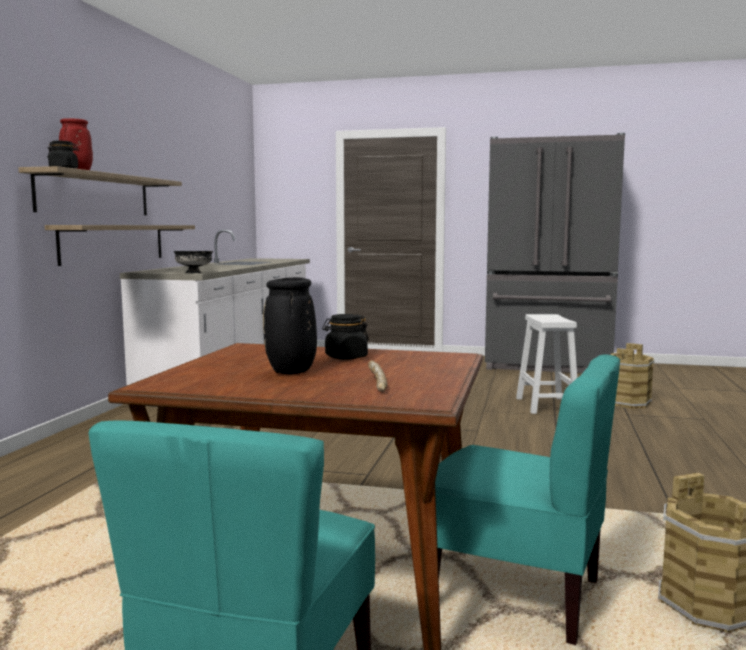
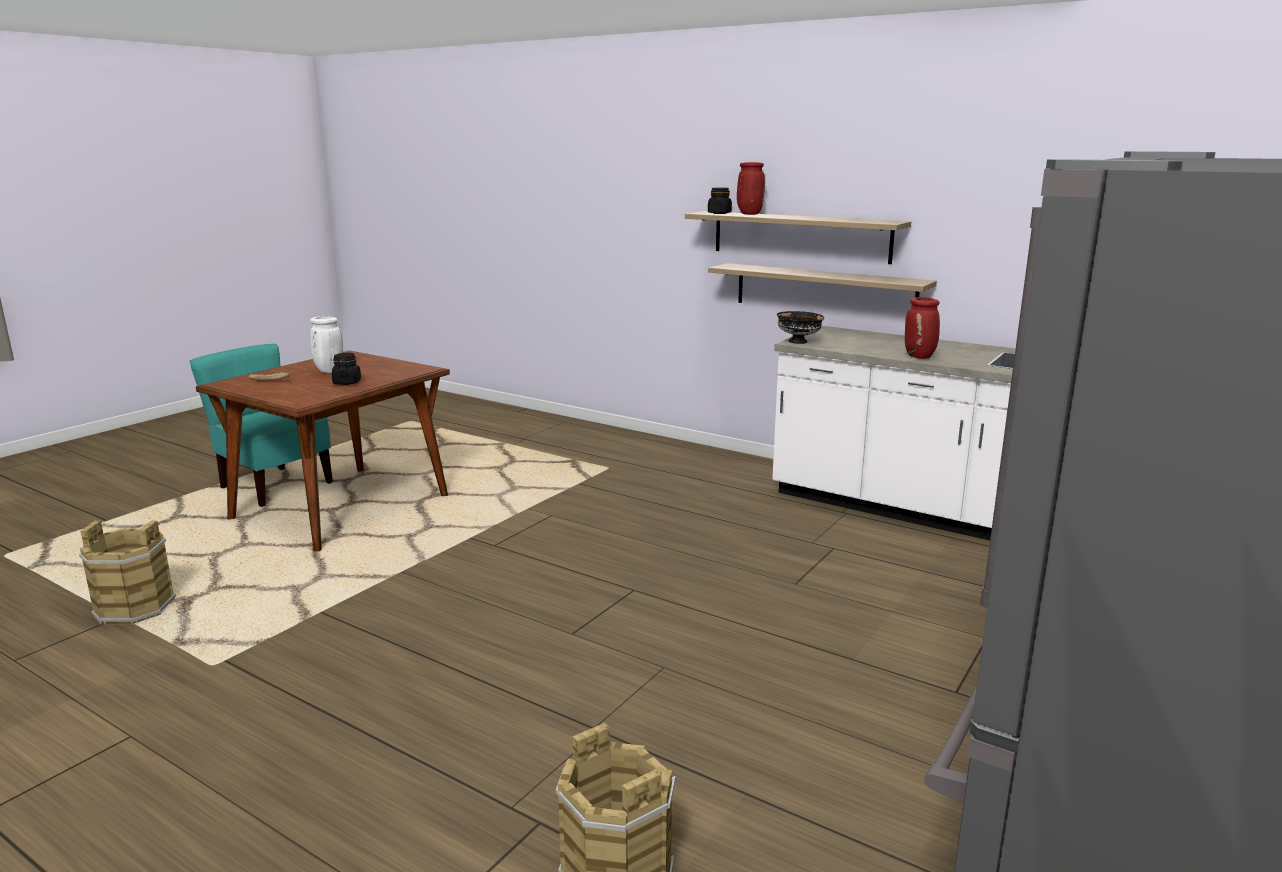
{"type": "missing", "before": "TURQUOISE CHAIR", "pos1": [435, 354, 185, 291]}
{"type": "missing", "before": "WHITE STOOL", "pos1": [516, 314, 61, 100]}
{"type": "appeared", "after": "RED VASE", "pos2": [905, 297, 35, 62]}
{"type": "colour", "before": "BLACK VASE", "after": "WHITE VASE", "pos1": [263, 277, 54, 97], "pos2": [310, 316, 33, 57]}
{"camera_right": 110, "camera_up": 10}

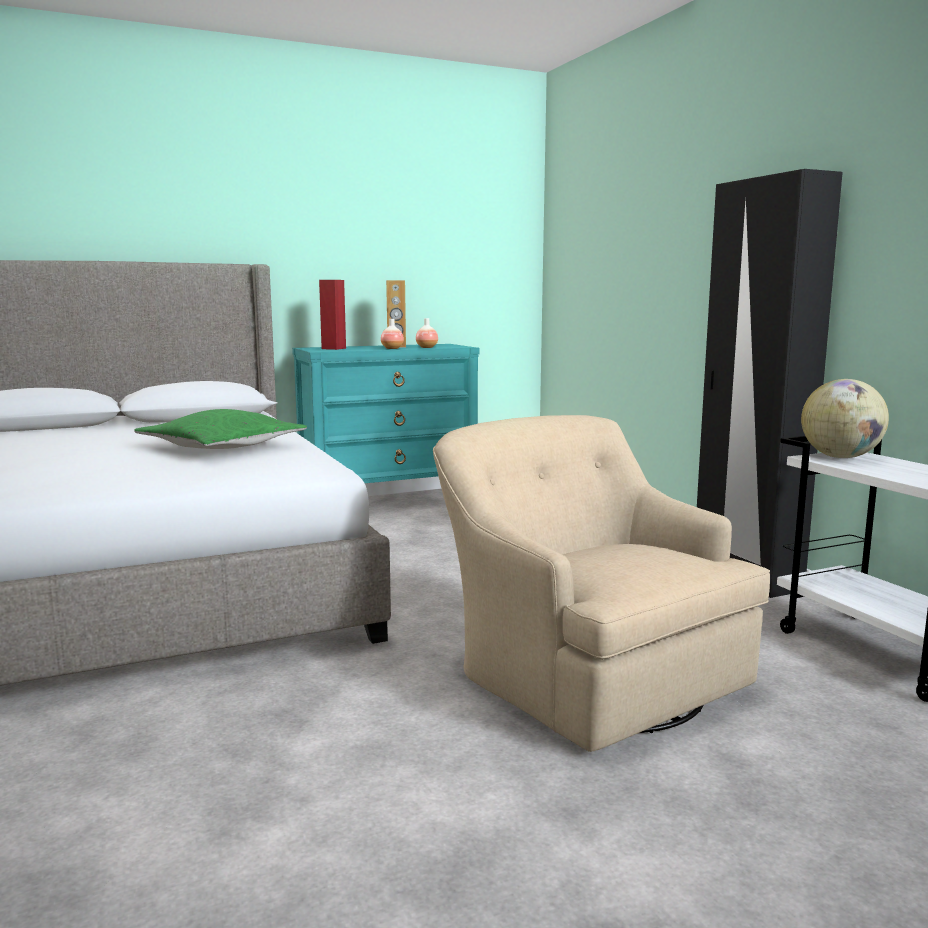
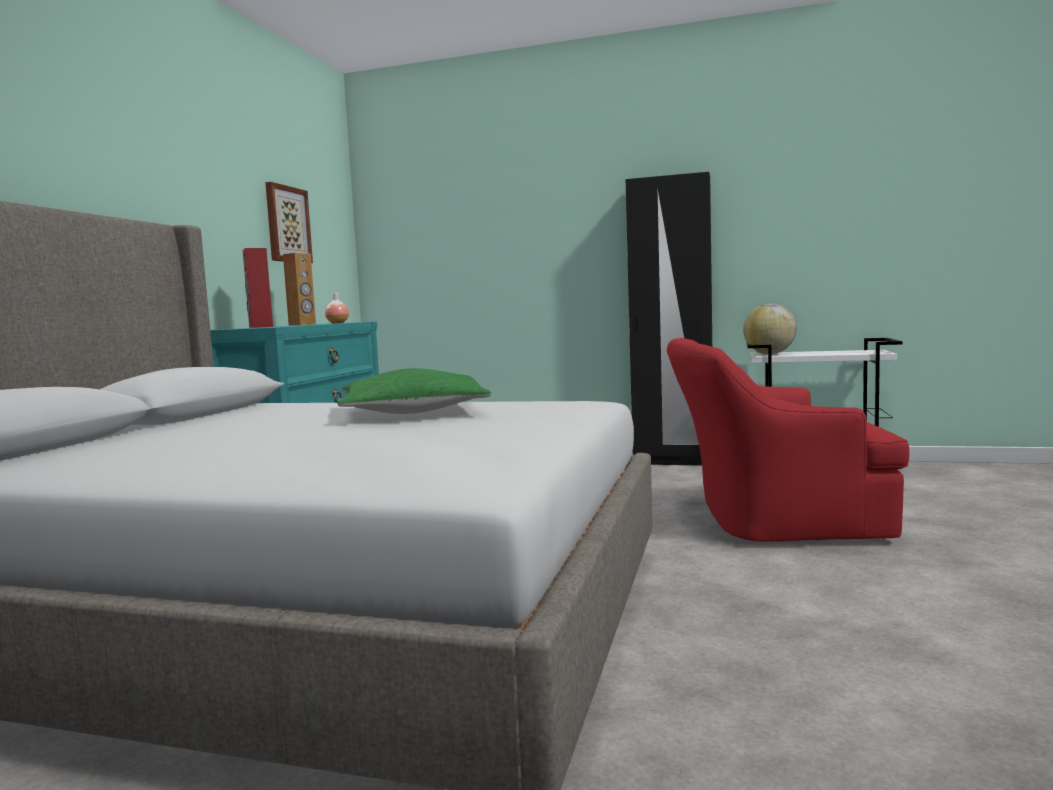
{"type": "missing", "before": "VASE", "pos1": [381, 319, 23, 30]}
{"type": "appeared", "after": "PICTURE", "pos2": [265, 182, 48, 81]}
{"type": "colour", "before": "BEIGE ARMCHAIR", "after": "RED ARMCHAIR", "pos1": [433, 415, 337, 337], "pos2": [666, 338, 243, 204]}
{"camera_right": -50, "camera_up": -5}

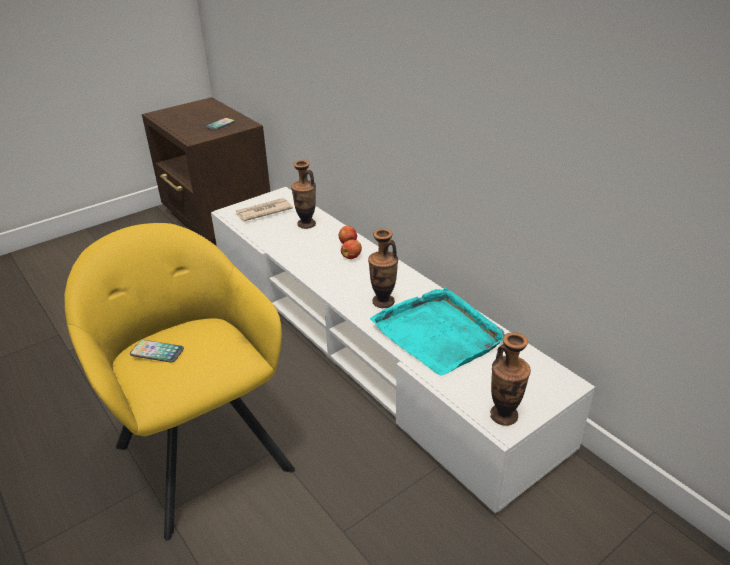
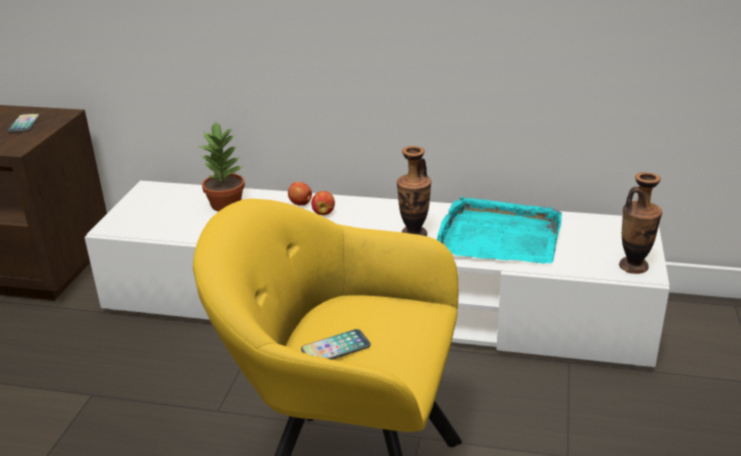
{"type": "missing", "before": "NEWSPAPER", "pos1": [236, 198, 57, 23]}
{"type": "exchanged", "before": "VASE", "after": "POTTED PLANT", "pos1": [291, 160, 25, 69], "pos2": [199, 122, 46, 89]}
{"camera_right": -40, "camera_up": -5}

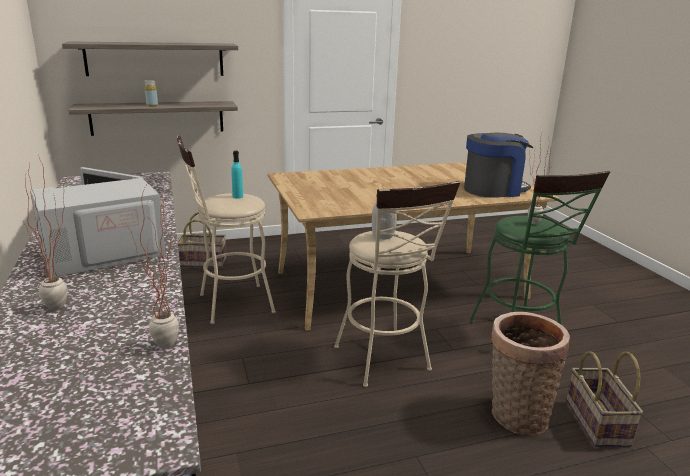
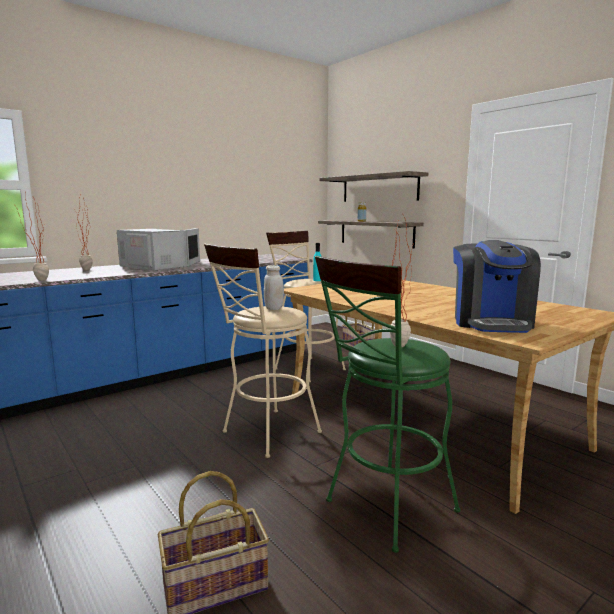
{"type": "missing", "before": "BASKET", "pos1": [491, 312, 79, 124]}
{"type": "spun", "before": "COFFEE MACHINE", "pos1": [464, 133, 69, 65], "pos2": [453, 240, 88, 93], "turn": 45}
{"camera_right": 70, "camera_up": -10}

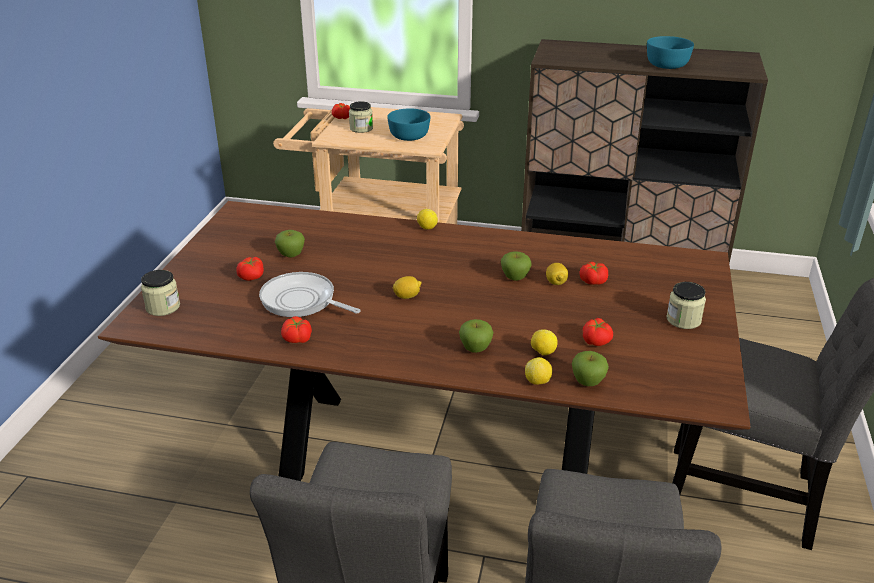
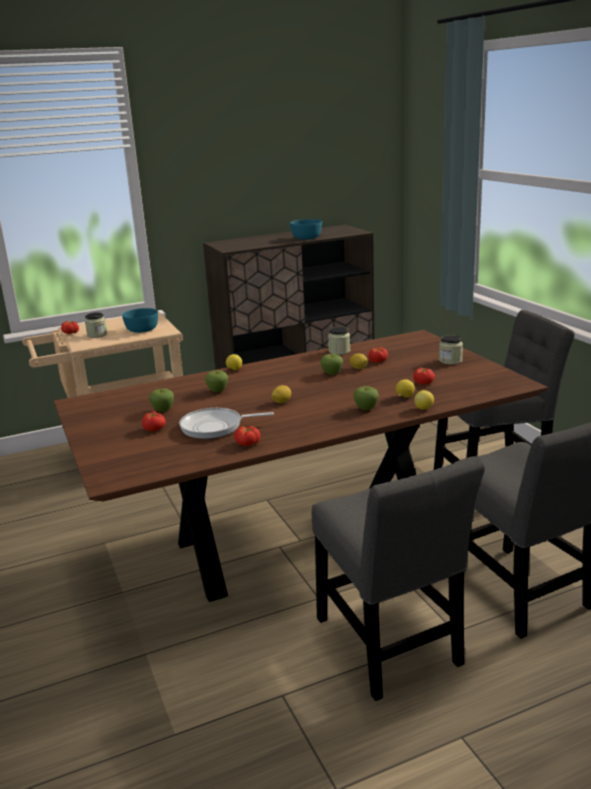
{"type": "relocated", "before": "JAR", "pos1": [141, 270, 39, 46], "pos2": [328, 327, 22, 28]}
{"type": "relocated", "before": "APPLE", "pos1": [572, 351, 37, 35], "pos2": [205, 370, 23, 22]}
{"camera_right": -35, "camera_up": -10}

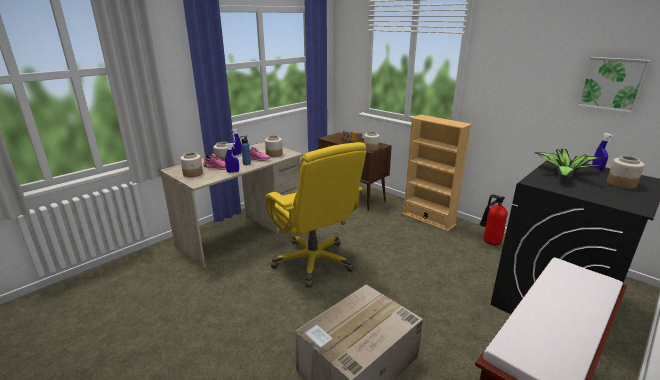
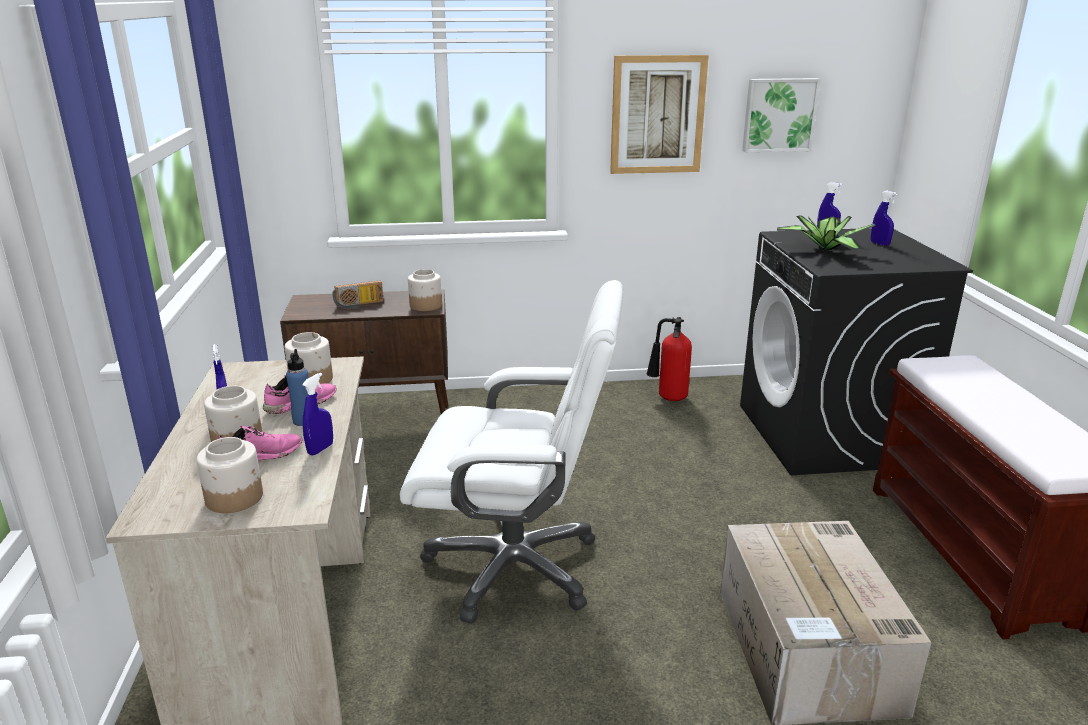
{"type": "missing", "before": "BEIGE BOOKCASE", "pos1": [402, 115, 70, 117]}
{"type": "appeared", "after": "PICTURE", "pos2": [610, 55, 99, 119]}
{"type": "exchanged", "before": "JAR", "after": "BLUE SPRAY BOTTLE", "pos1": [607, 156, 37, 33], "pos2": [871, 190, 26, 56]}
{"type": "colour", "before": "YELLOW OFFICE CHAIR", "after": "WHITE OFFICE CHAIR", "pos1": [265, 142, 101, 146], "pos2": [400, 280, 223, 344]}
{"camera_right": -50, "camera_up": 0}

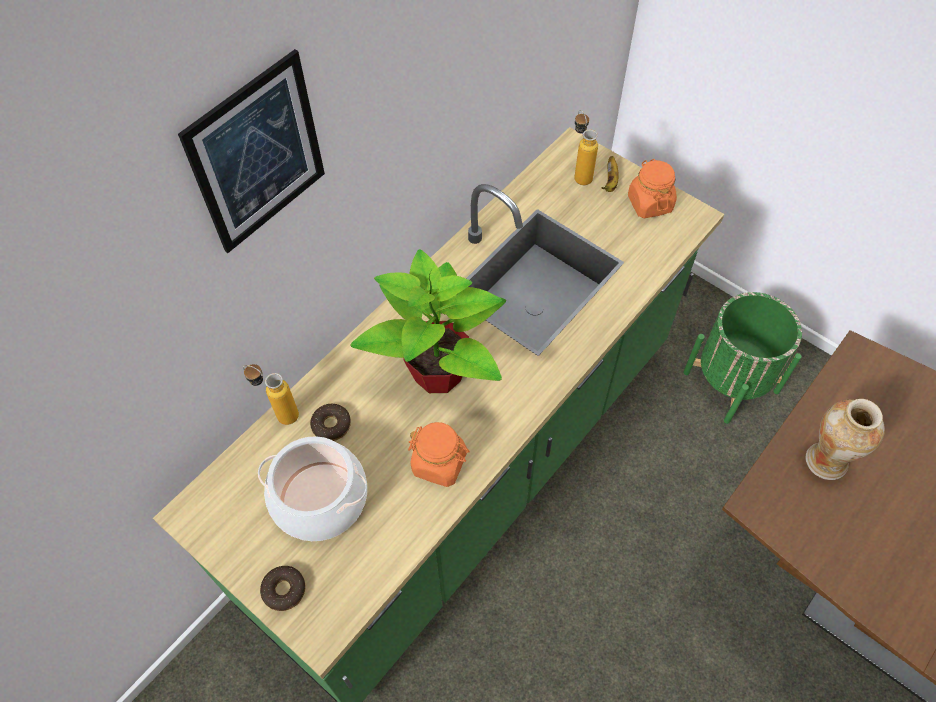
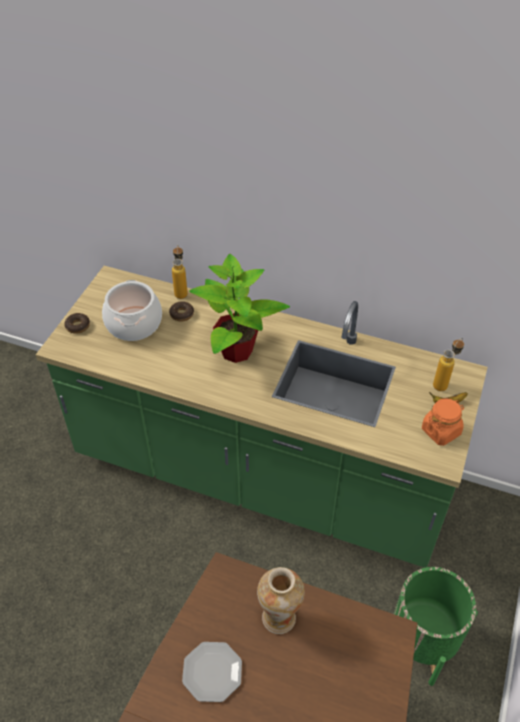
{"type": "missing", "before": "PICTURE", "pos1": [178, 49, 147, 204]}
{"type": "missing", "before": "ORANGE JAR", "pos1": [408, 422, 62, 65]}
{"type": "appeared", "after": "PLATE", "pos2": [182, 642, 60, 60]}
{"camera_right": 70, "camera_up": -10}

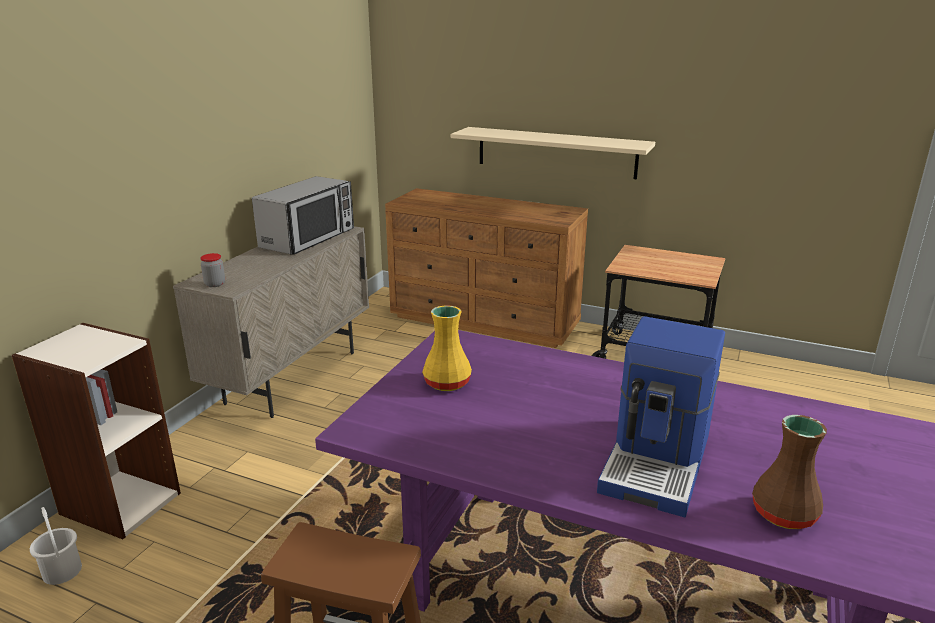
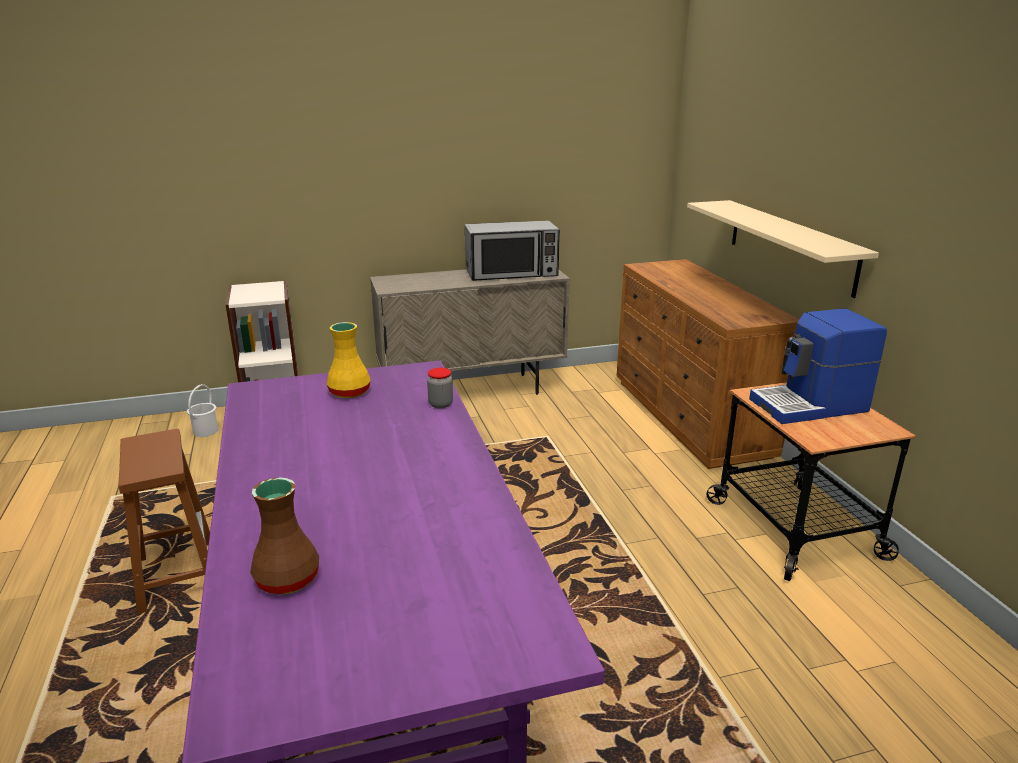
{"type": "relocated", "before": "JAR", "pos1": [200, 253, 25, 34], "pos2": [427, 368, 26, 41]}
{"type": "relocated", "before": "COFFEE MACHINE", "pos1": [597, 316, 128, 201], "pos2": [749, 309, 138, 115]}
{"camera_right": 50, "camera_up": 0}

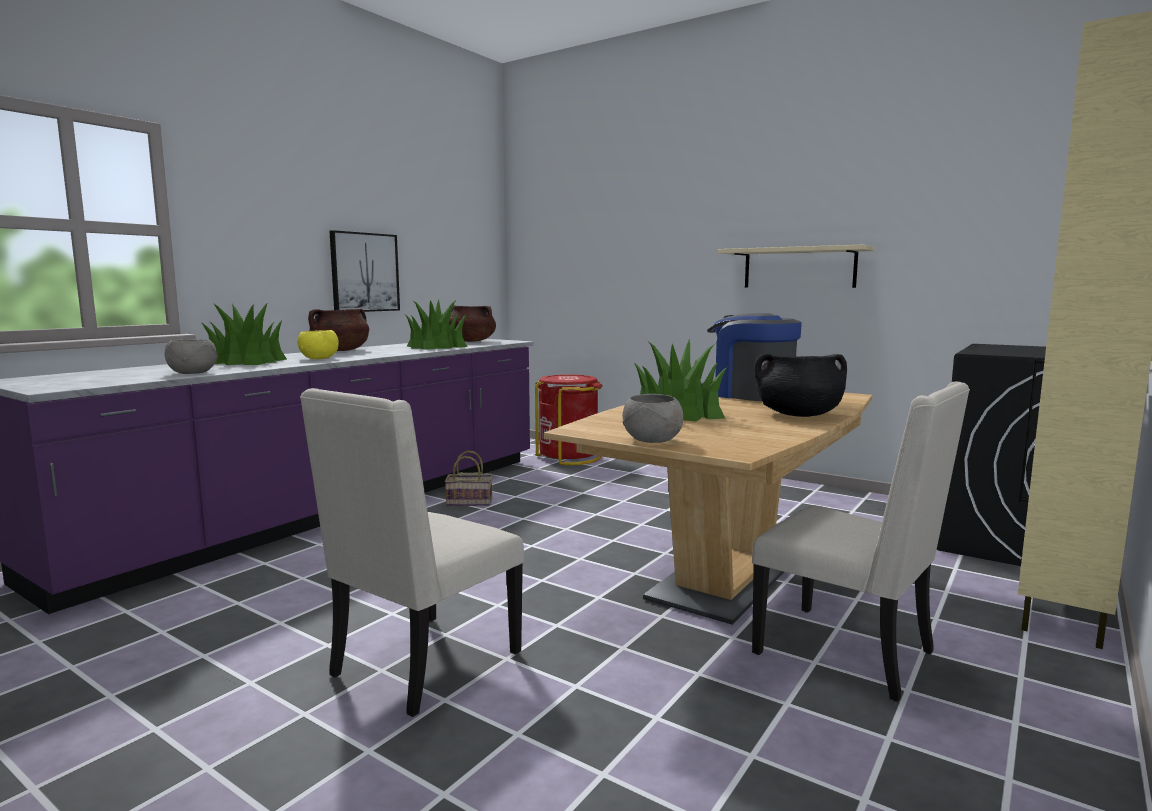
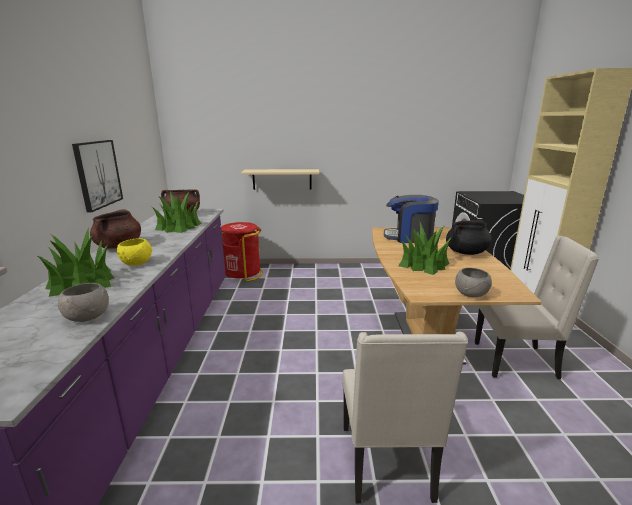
{"type": "missing", "before": "BASKET", "pos1": [445, 451, 48, 55]}
{"type": "relocated", "before": "BEIGE SHELF", "pos1": [718, 245, 157, 43], "pos2": [241, 169, 78, 21]}
{"camera_right": -35, "camera_up": 10}

